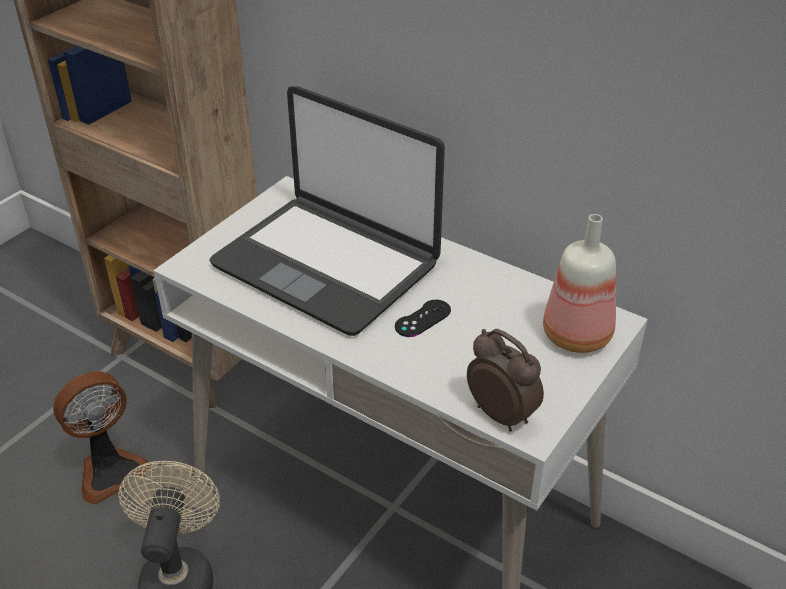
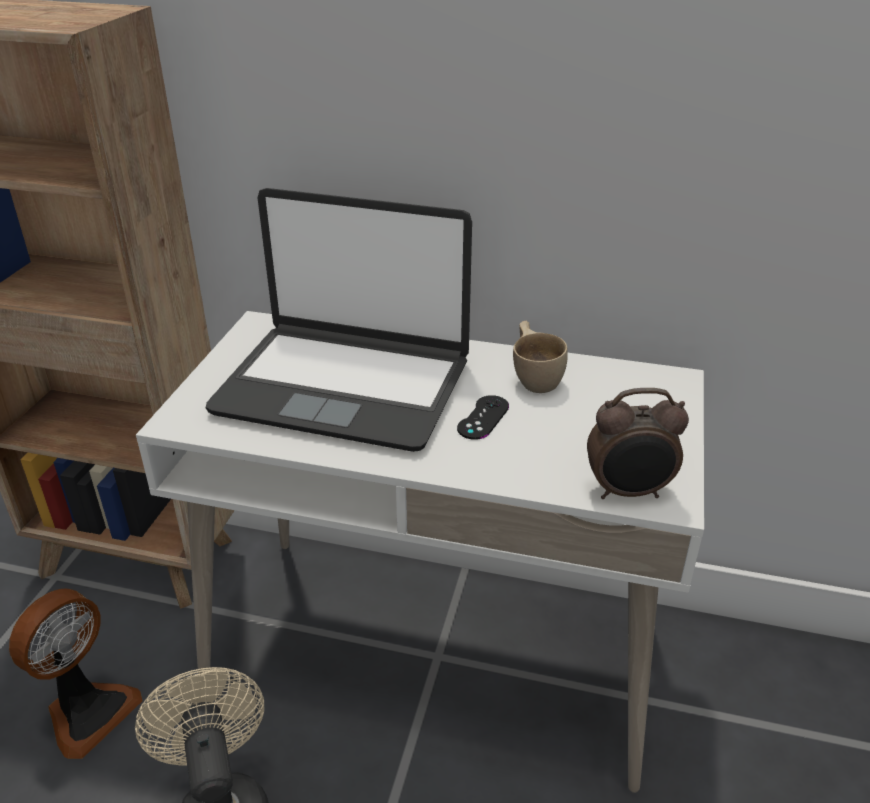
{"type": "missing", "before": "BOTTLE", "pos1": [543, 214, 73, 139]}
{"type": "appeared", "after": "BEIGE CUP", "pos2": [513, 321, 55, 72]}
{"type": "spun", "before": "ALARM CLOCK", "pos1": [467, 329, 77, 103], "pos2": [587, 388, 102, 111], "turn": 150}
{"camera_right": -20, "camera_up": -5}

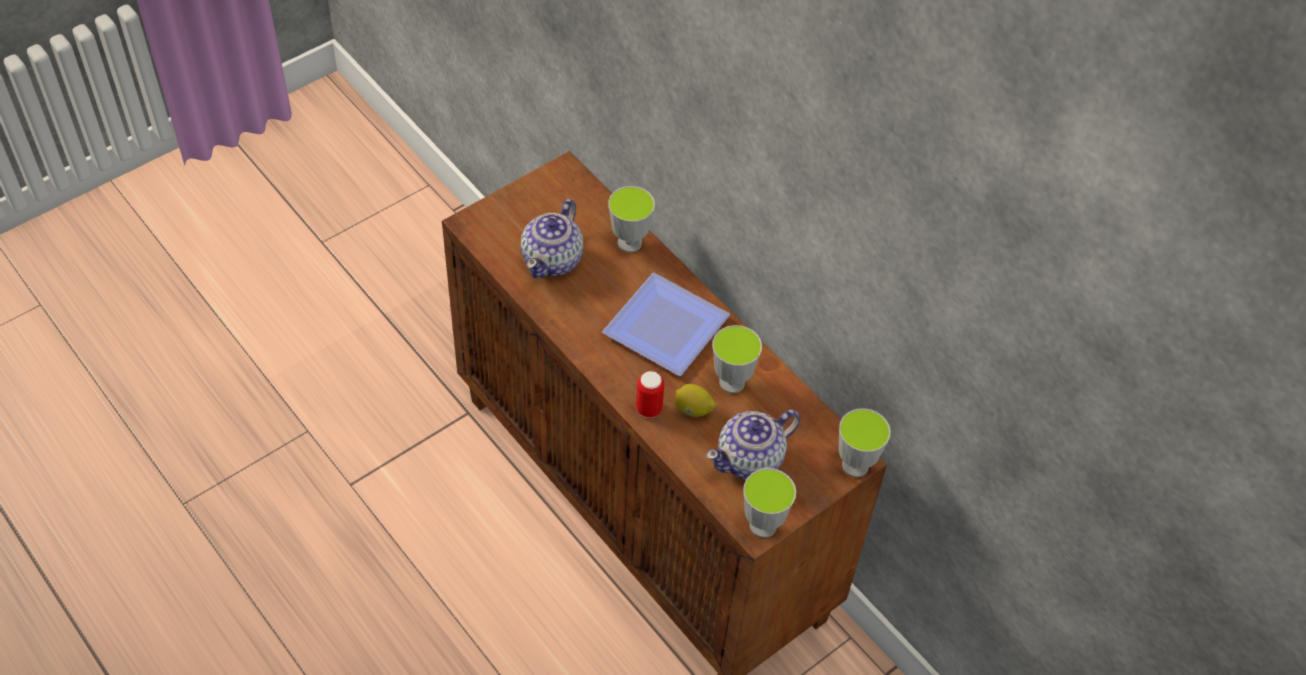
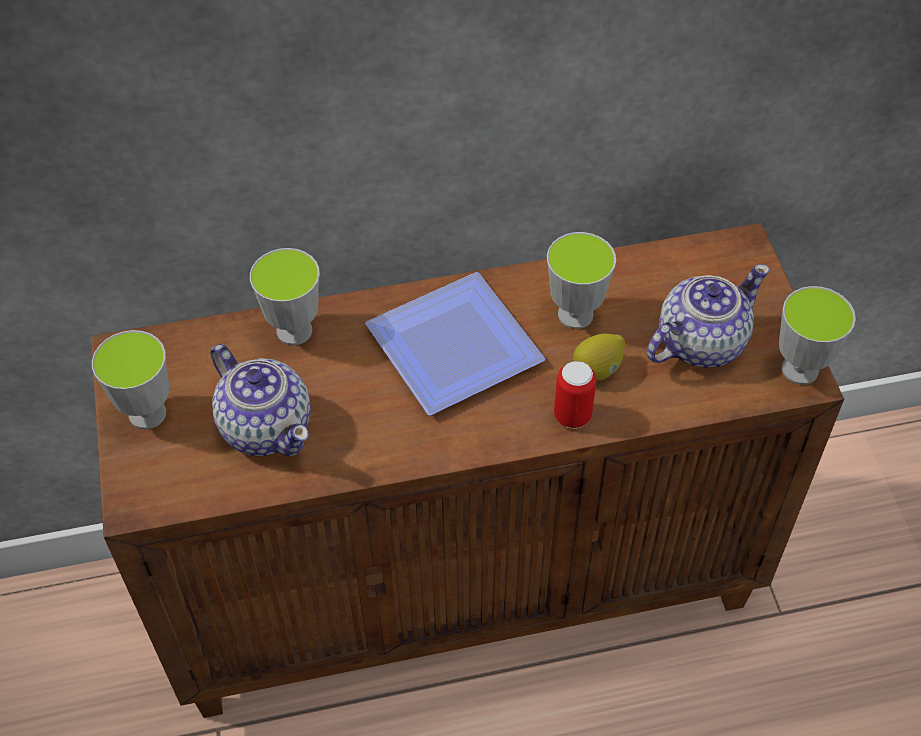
{"type": "relocated", "before": "CUP", "pos1": [839, 408, 52, 69], "pos2": [92, 330, 77, 99]}
{"type": "spun", "before": "TEAPOT", "pos1": [706, 409, 94, 71], "pos2": [646, 264, 124, 104], "turn": -120}
{"camera_right": -60, "camera_up": 0}

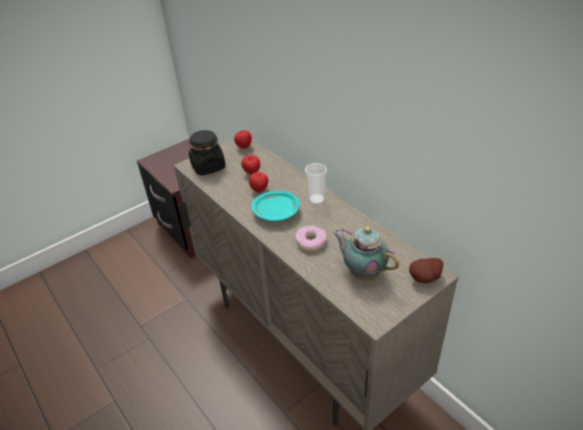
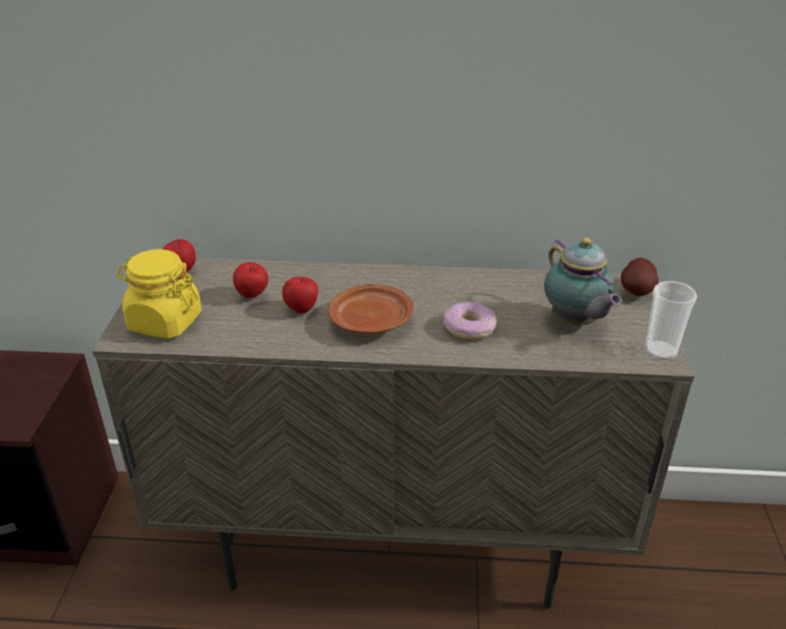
{"type": "relocated", "before": "CUP", "pos1": [305, 163, 22, 42], "pos2": [645, 281, 52, 79]}
{"type": "colour", "before": "BLACK JAR", "after": "YELLOW JAR", "pos1": [189, 130, 37, 46], "pos2": [117, 249, 85, 90]}
{"type": "colour", "before": "TURQUOISE PLATE", "after": "BROWN PLATE", "pos1": [251, 191, 49, 30], "pos2": [328, 284, 86, 50]}
{"type": "spun", "before": "TEAPOT", "pos1": [333, 227, 66, 53], "pos2": [544, 238, 78, 88], "turn": -105}
{"camera_right": -50, "camera_up": -5}

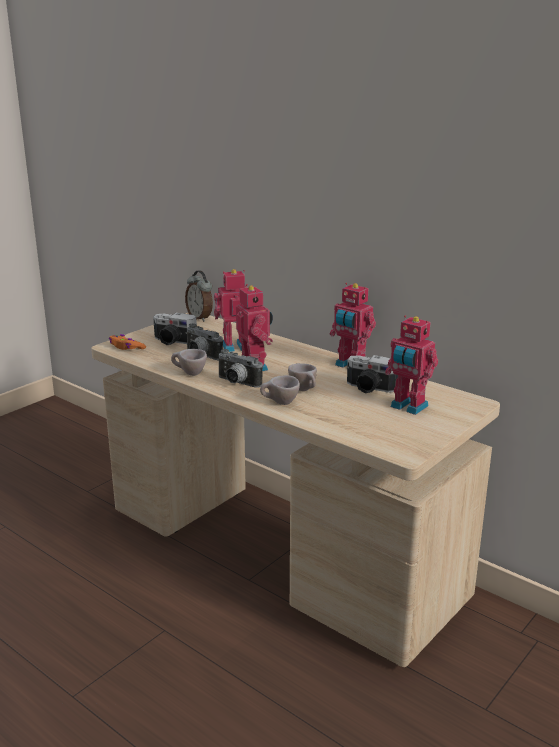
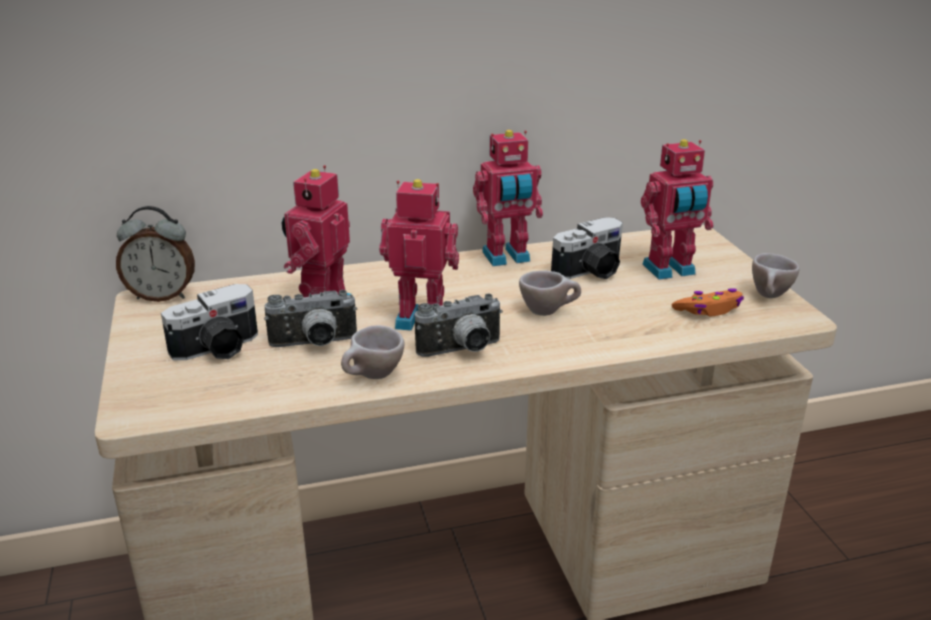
{"type": "relocated", "before": "ORANGE GAME CONTROLLER", "pos1": [109, 334, 37, 16], "pos2": [671, 288, 73, 29]}
{"type": "relocated", "before": "BEIGE CUP", "pos1": [260, 375, 40, 30], "pos2": [752, 253, 48, 45]}
{"camera_right": -55, "camera_up": 5}

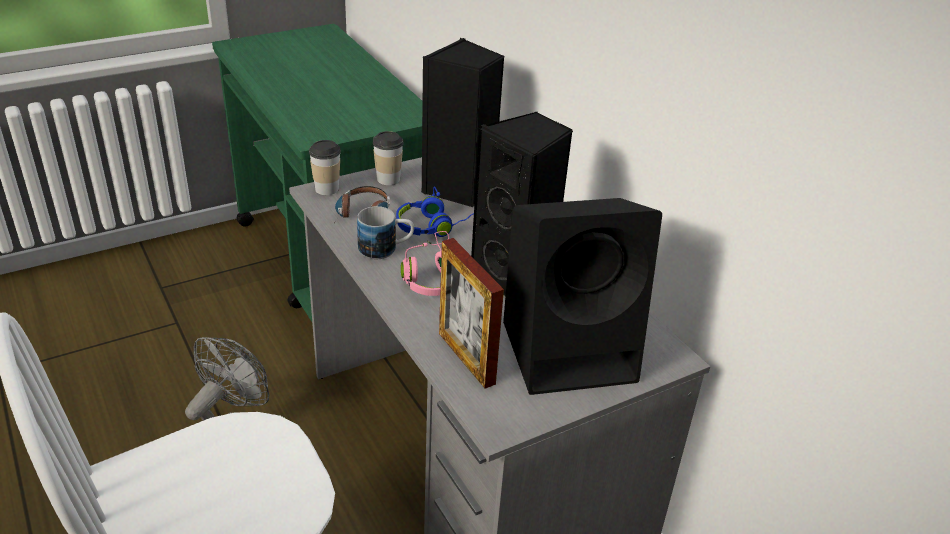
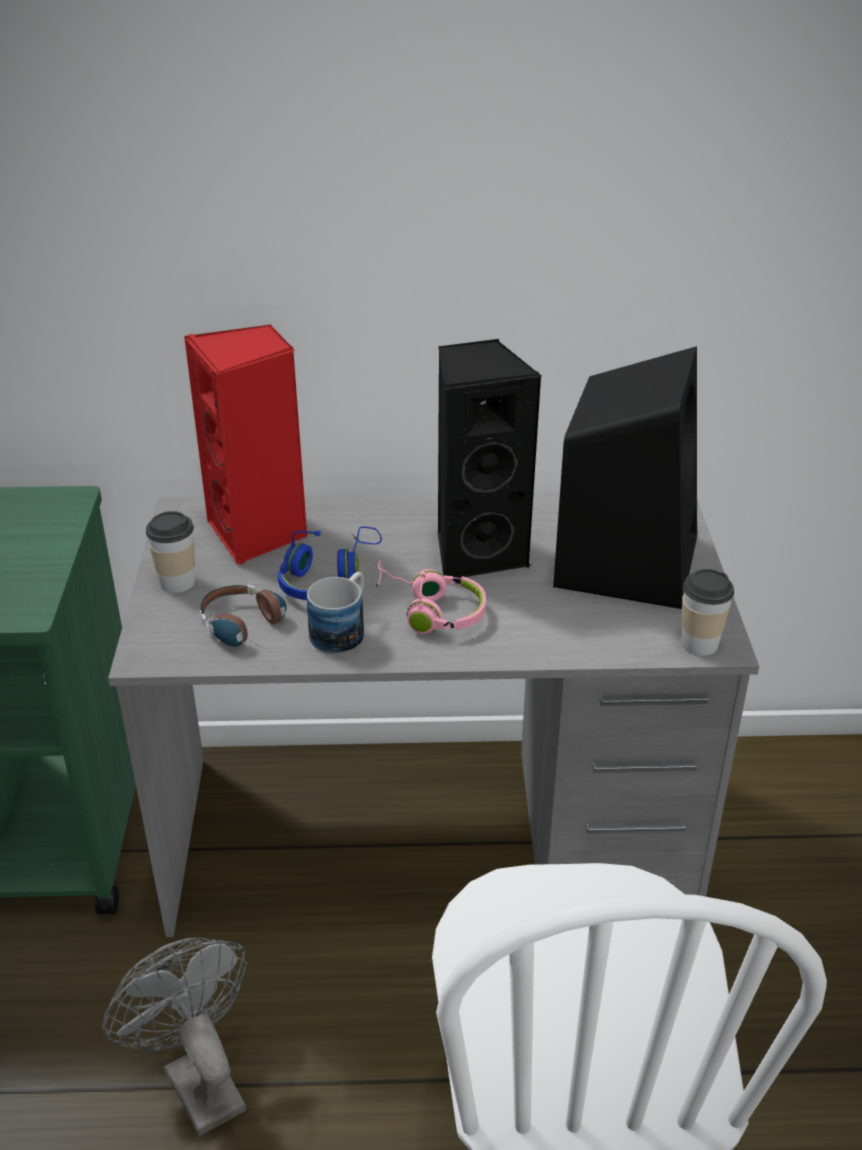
{"type": "missing", "before": "PICTURE FRAME", "pos1": [439, 238, 65, 150]}
{"type": "relocated", "before": "CUP", "pos1": [309, 140, 32, 55], "pos2": [681, 569, 53, 87]}
{"type": "colour", "before": "BLACK SPEAKER", "after": "RED SPEAKER", "pos1": [421, 38, 83, 169], "pos2": [184, 324, 124, 241]}
{"camera_right": -60, "camera_up": 0}

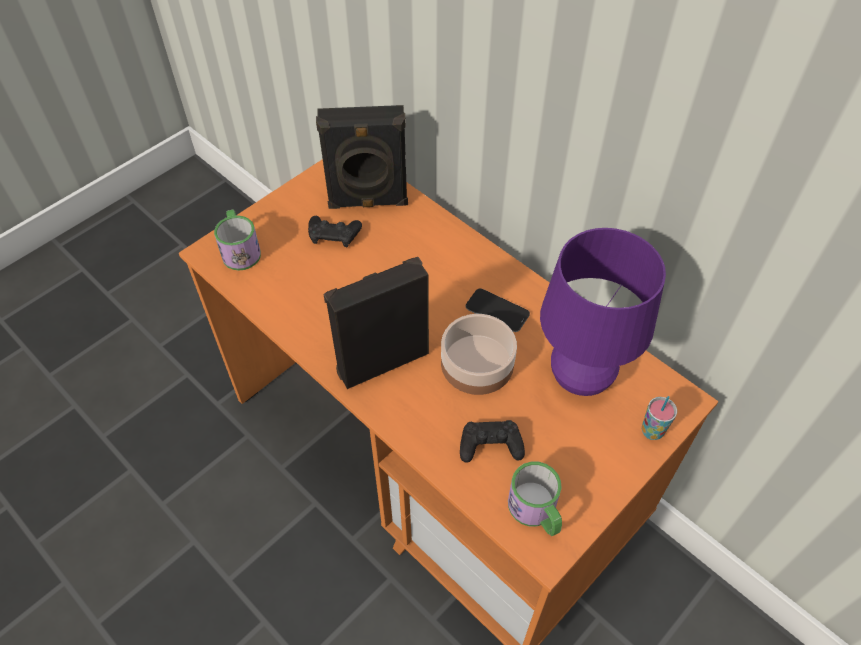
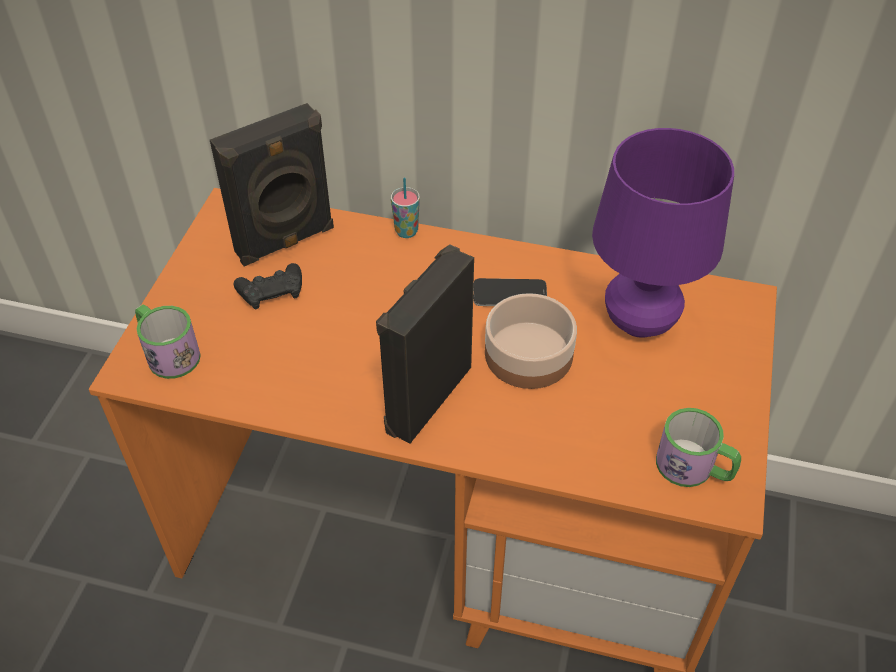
{"type": "missing", "before": "BLACK GAME CONTROLLER", "pos1": [460, 420, 65, 43]}
{"type": "relocated", "before": "CUP", "pos1": [642, 396, 35, 44], "pos2": [391, 178, 29, 60]}
{"camera_right": -30, "camera_up": -5}

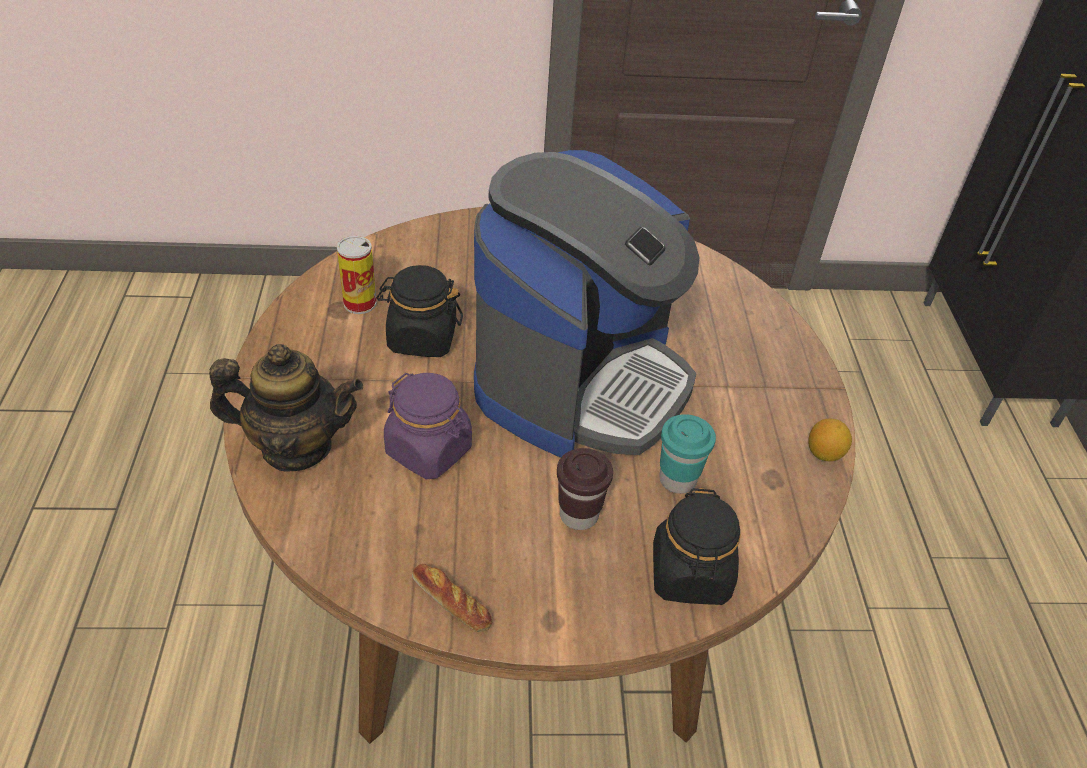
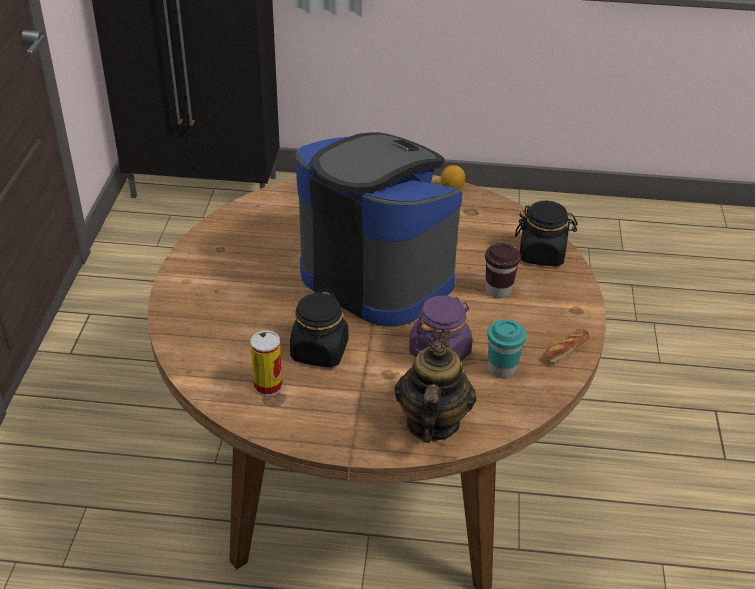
{"type": "relocated", "before": "TURQUOISE CUP", "pos1": [659, 414, 57, 80], "pos2": [487, 319, 39, 59]}
{"camera_right": -80, "camera_up": -5}

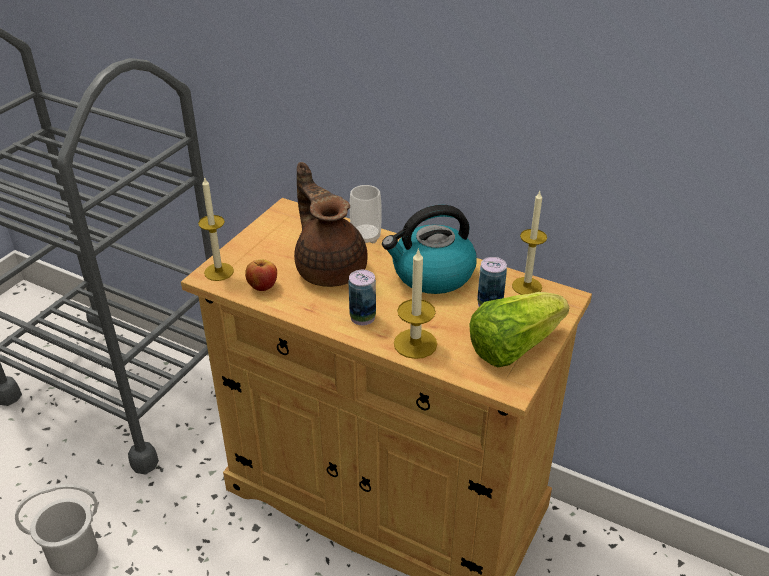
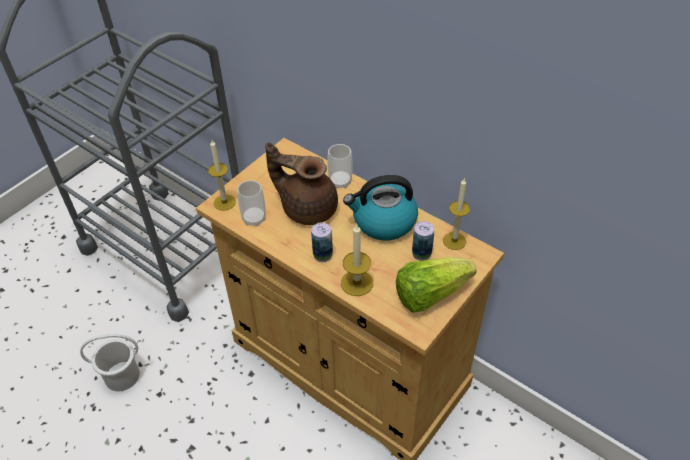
{"type": "exchanged", "before": "APPLE", "after": "CUP", "pos1": [245, 259, 32, 32], "pos2": [237, 180, 29, 46]}
{"type": "spun", "before": "BROWN TEAPOT", "pos1": [294, 162, 74, 125], "pos2": [265, 142, 73, 83], "turn": -45}
{"camera_right": 10, "camera_up": 10}

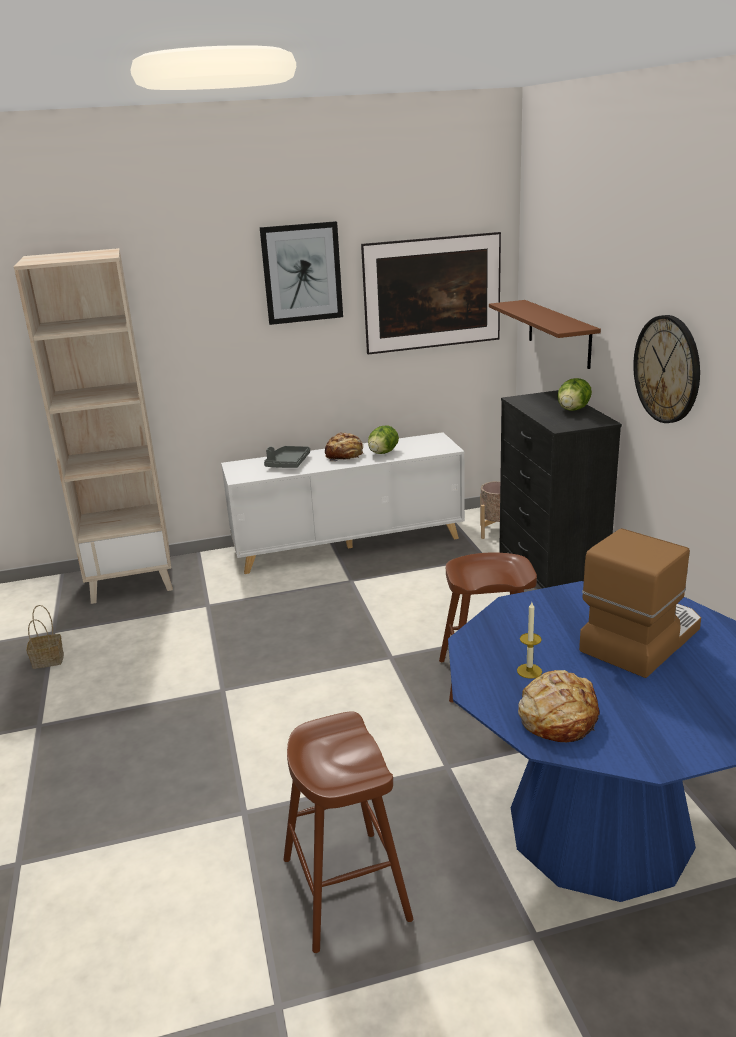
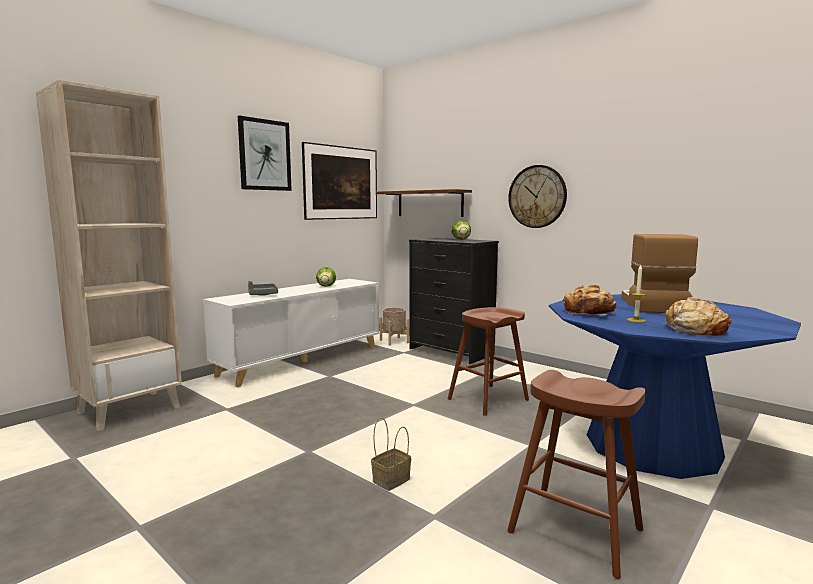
{"type": "relocated", "before": "BASKET", "pos1": [27, 605, 37, 64], "pos2": [371, 417, 40, 74]}
{"type": "relocated", "before": "BREAD", "pos1": [325, 433, 38, 28], "pos2": [563, 285, 53, 30]}
{"camera_right": -35, "camera_up": -15}

